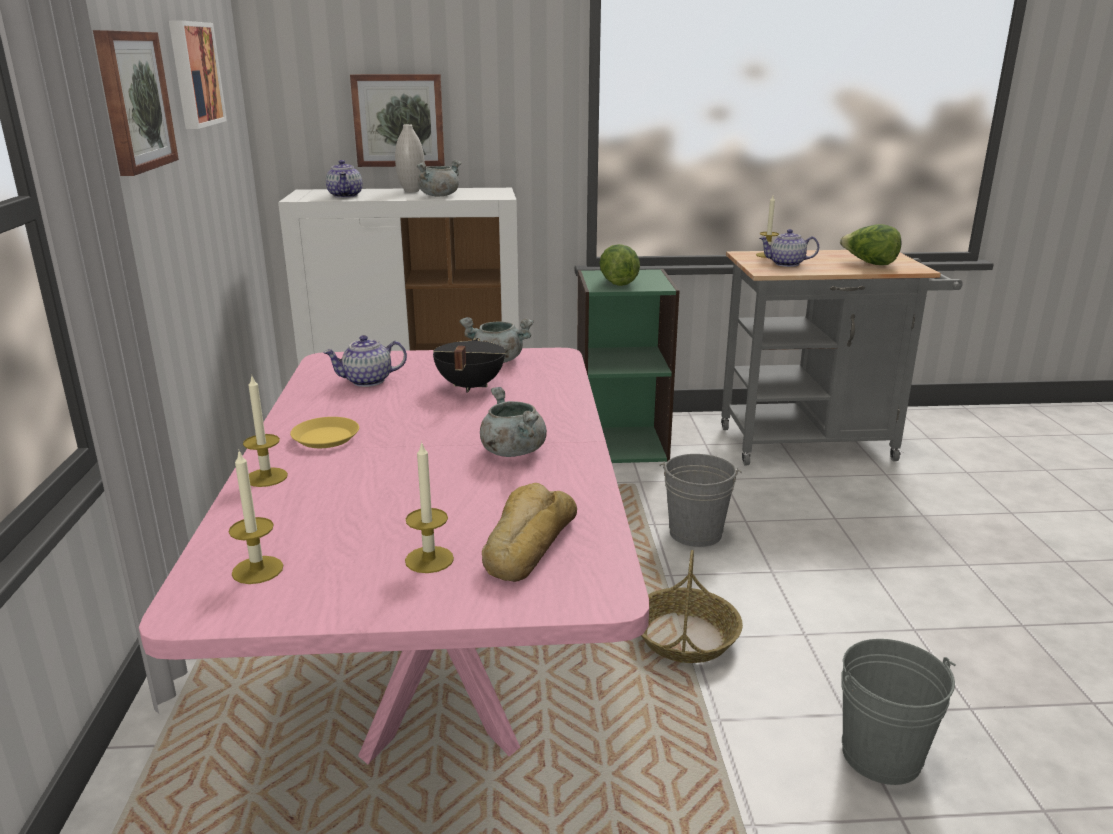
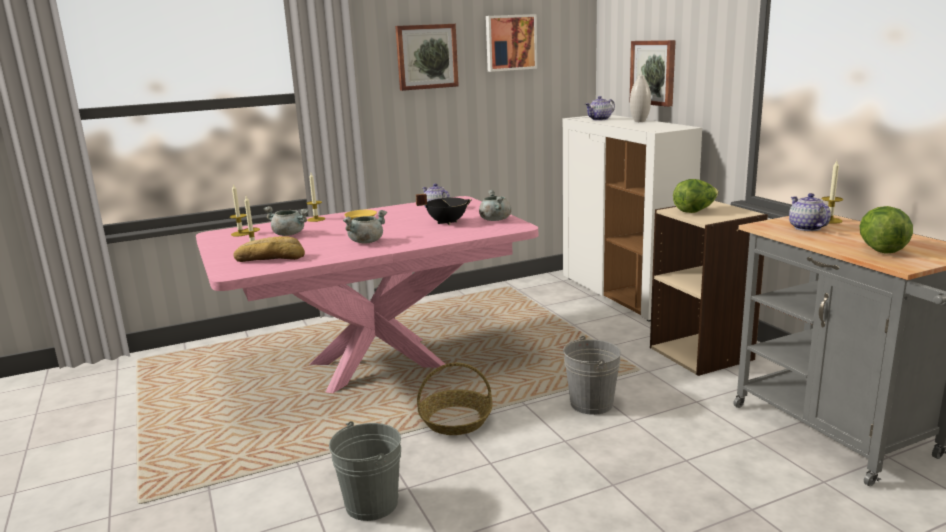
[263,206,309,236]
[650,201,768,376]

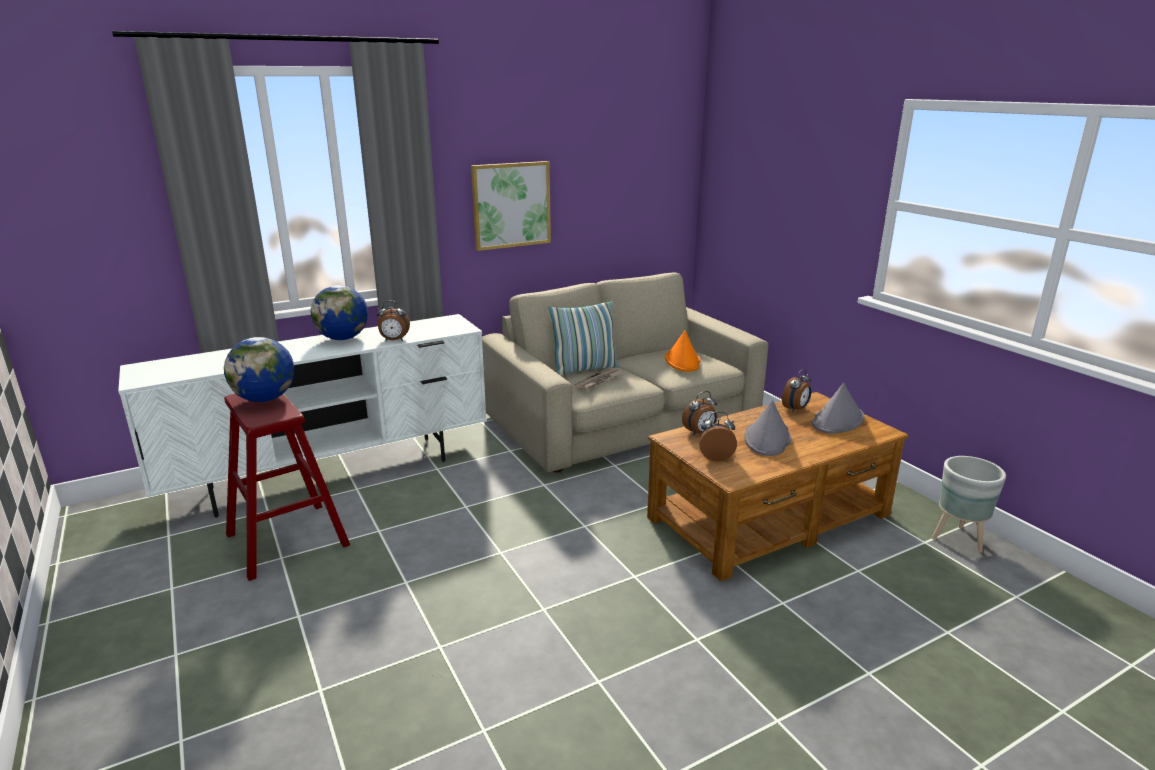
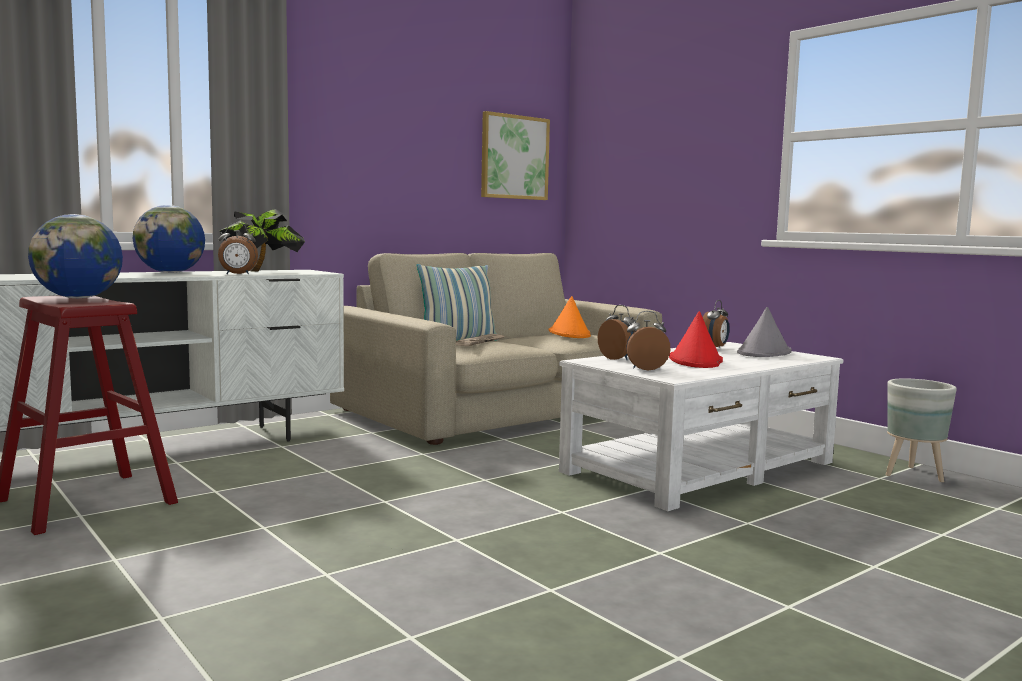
[481,111,550,200]
[598,305,636,360]
[559,342,844,511]
[669,311,723,368]
[219,209,305,272]

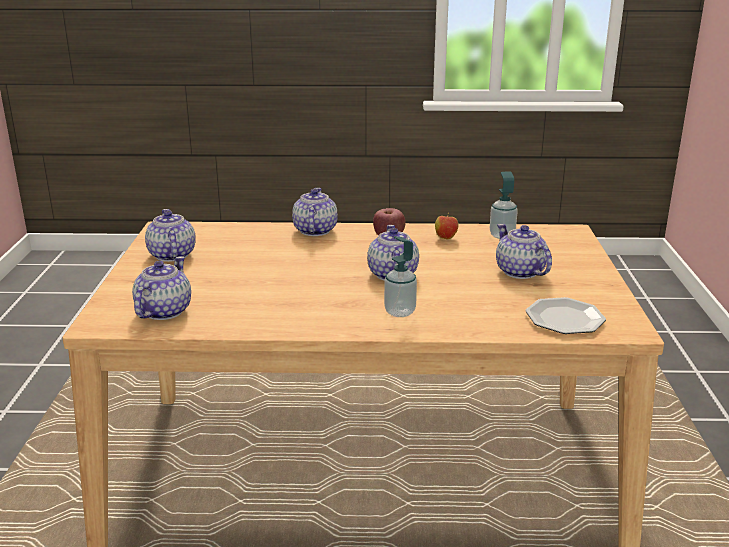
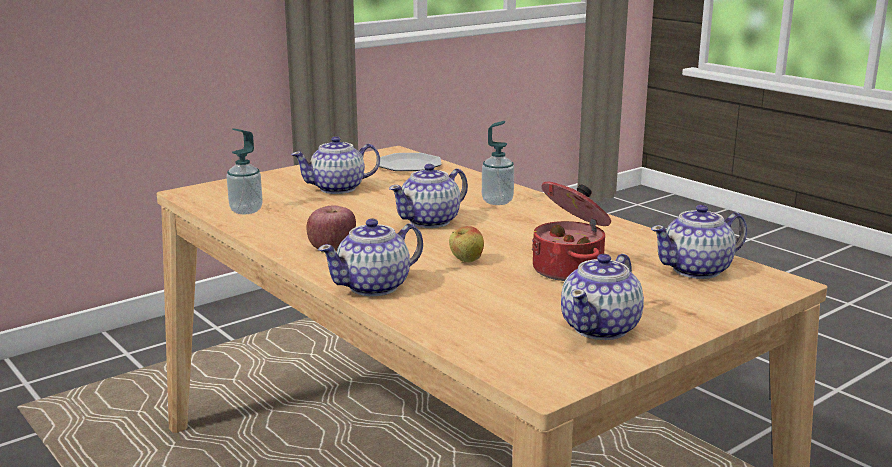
[449,226,484,262]
[291,136,380,194]
[532,181,611,281]

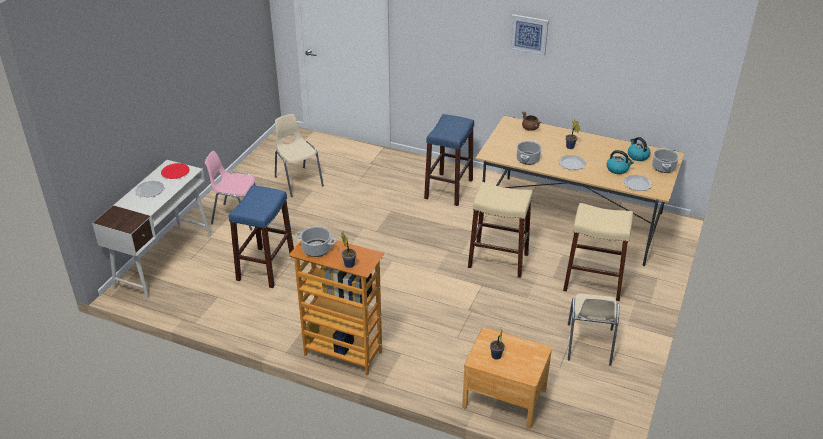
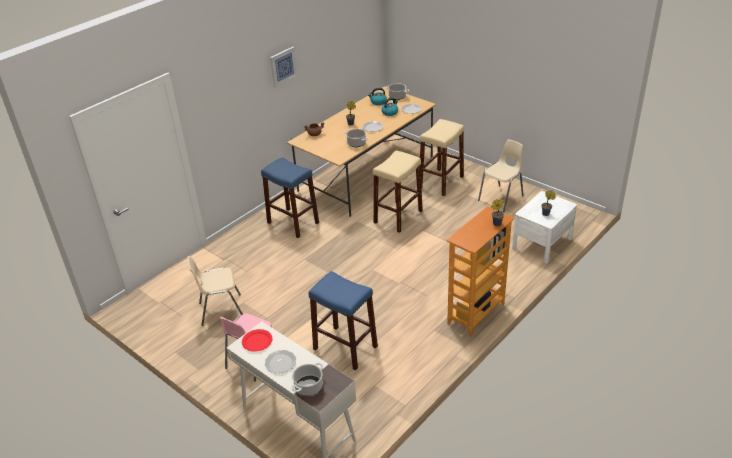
[292,363,323,396]
[478,140,524,212]
[512,191,577,264]

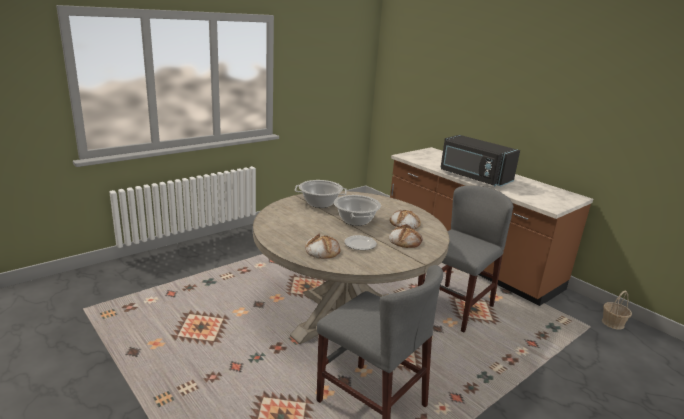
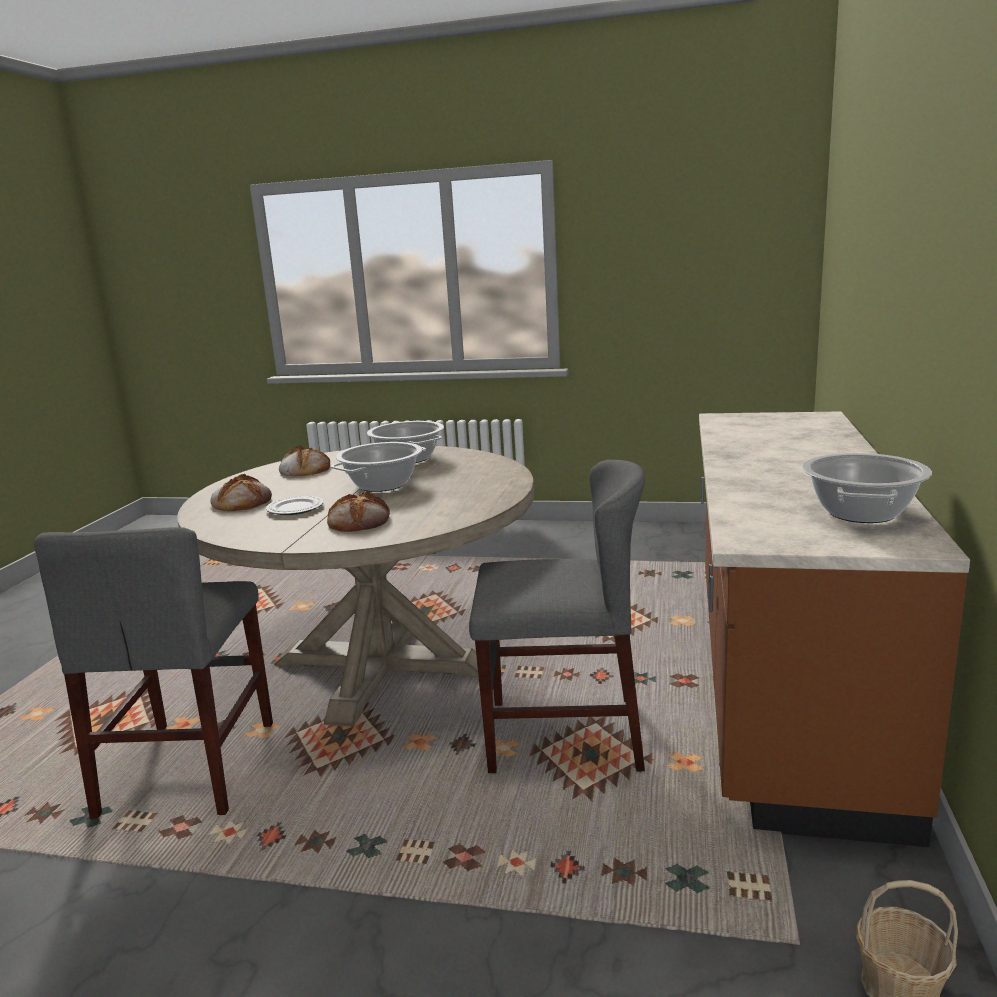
[440,135,520,186] (first image)
[279,445,330,476]
[802,453,932,523]

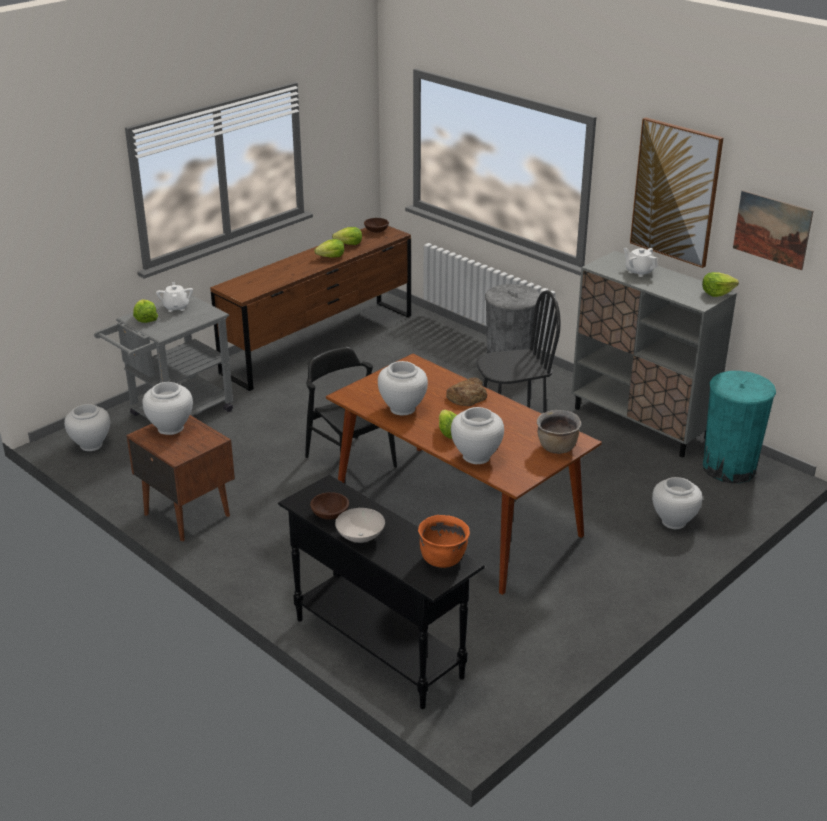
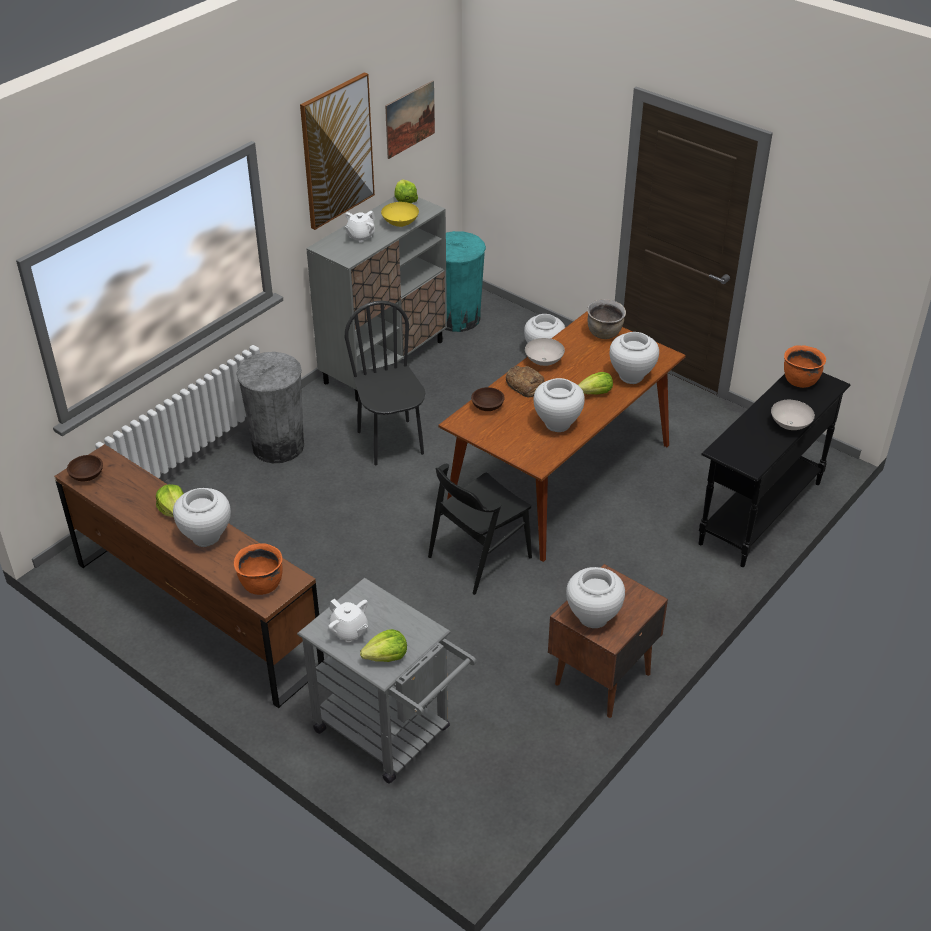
[332,227,362,245] (first image)
[328,599,368,643]
[173,488,231,547]
[471,387,505,411]
[381,202,419,227]
[525,338,565,366]
[234,543,283,595]

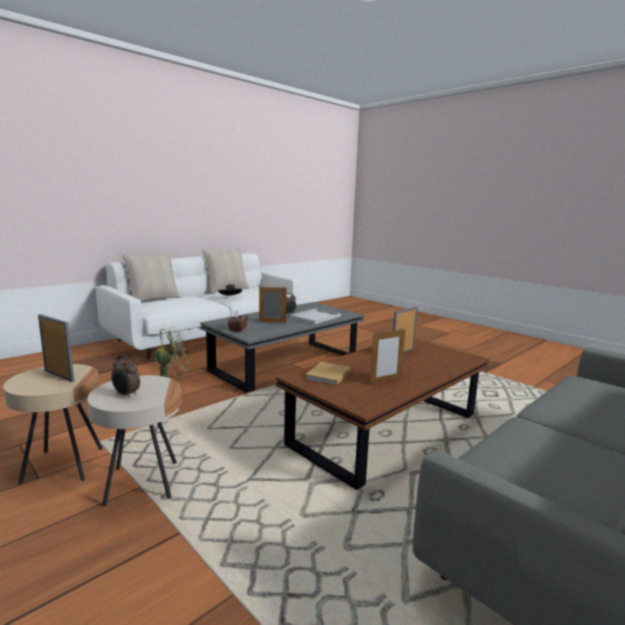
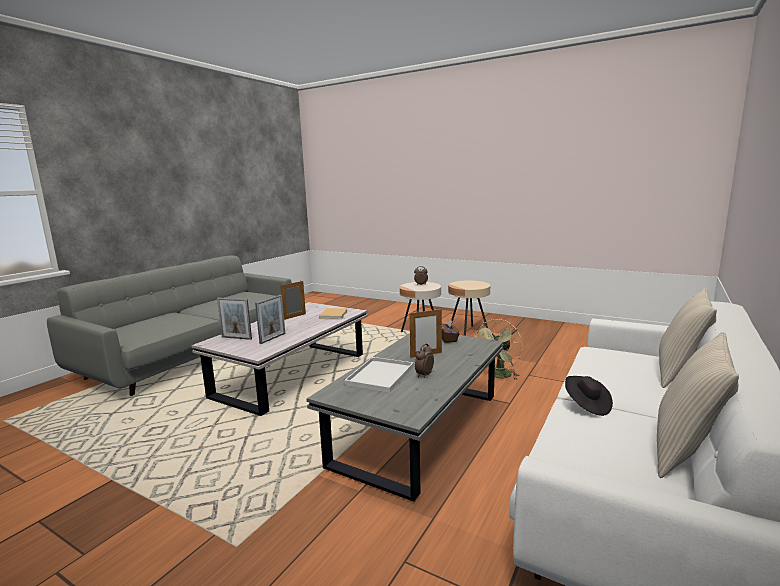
[217,298,252,340]
[192,302,368,416]

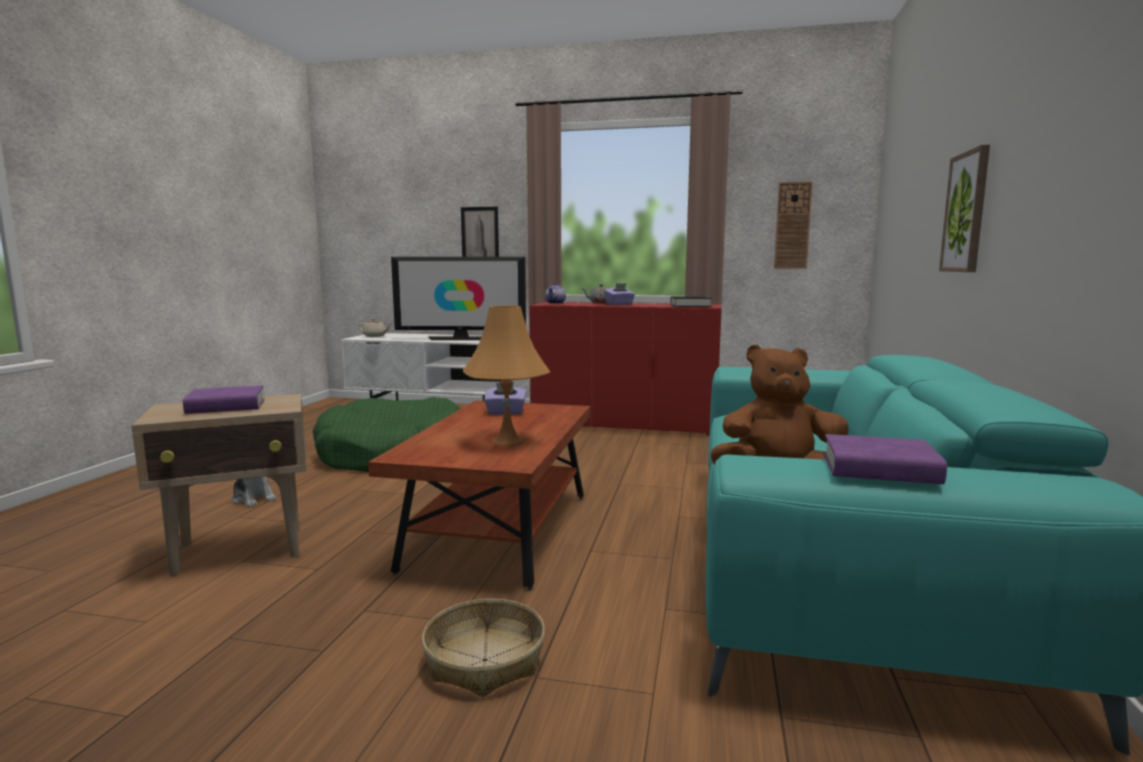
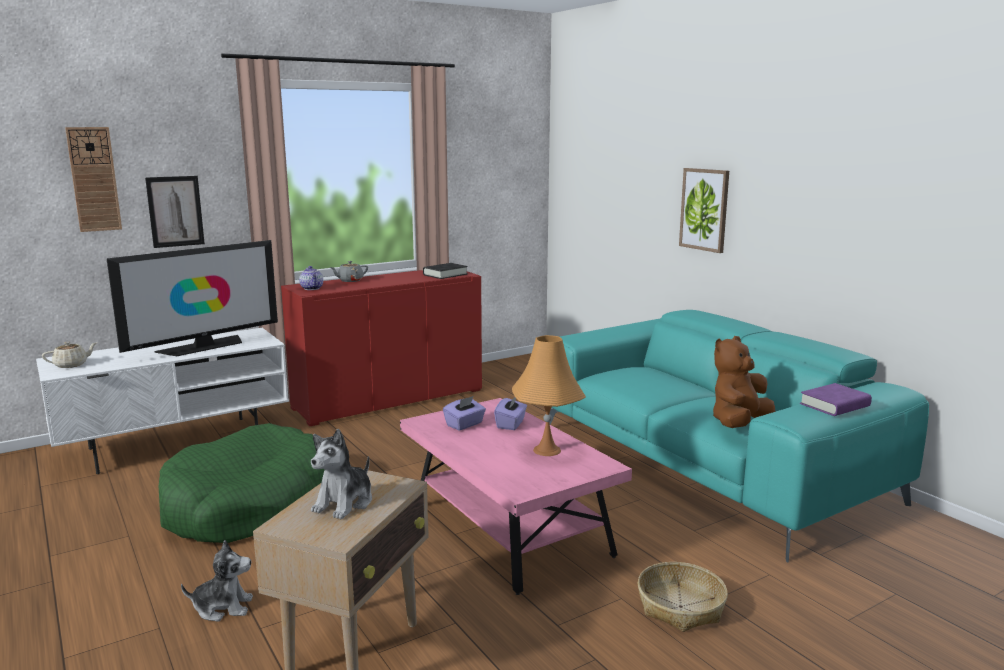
[65,127,122,232]
[494,397,527,430]
[311,429,372,520]
[400,398,632,595]

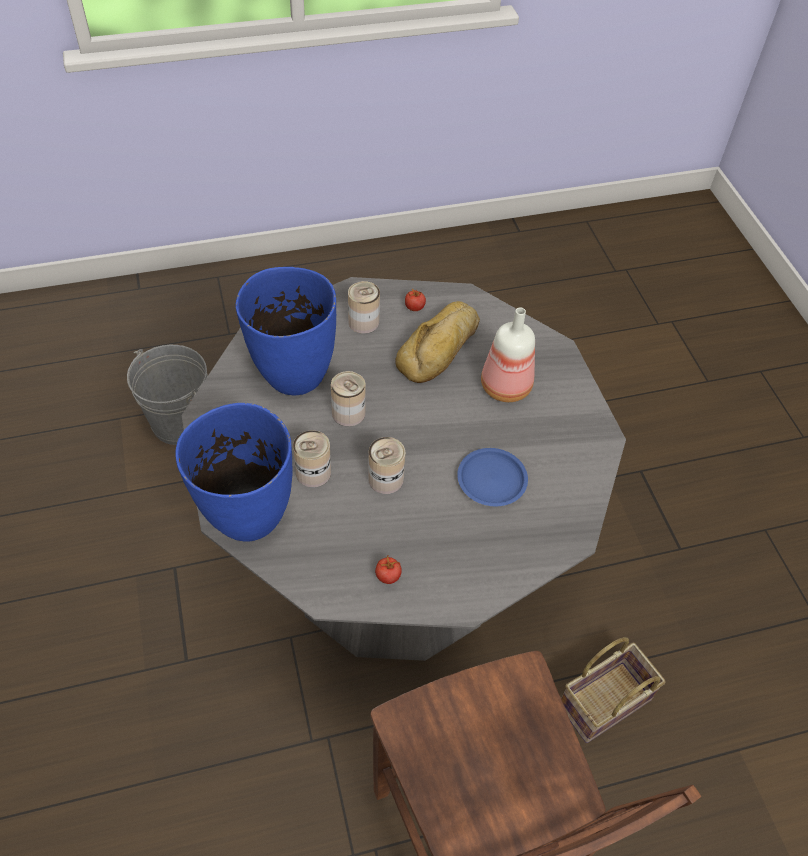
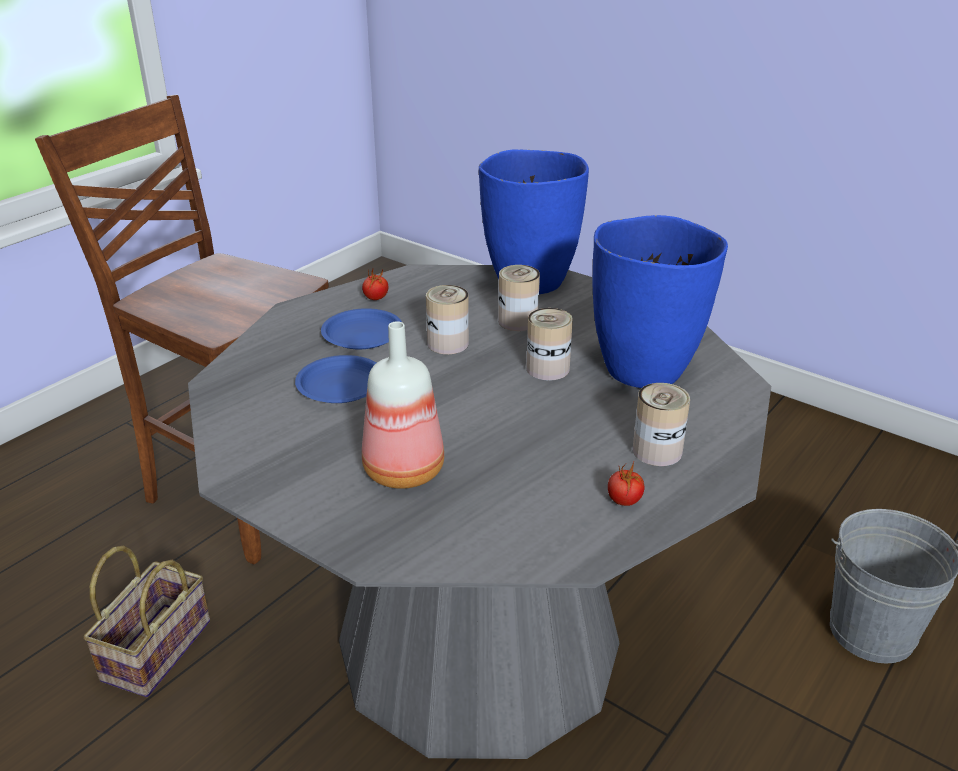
[395,301,480,383] (first image)
[321,308,402,349]

